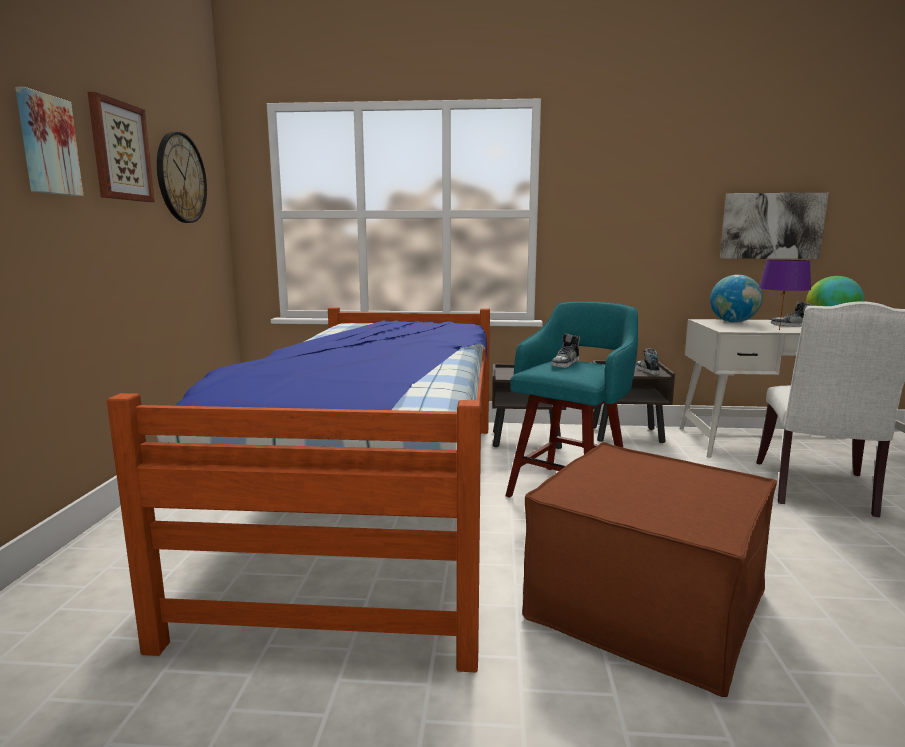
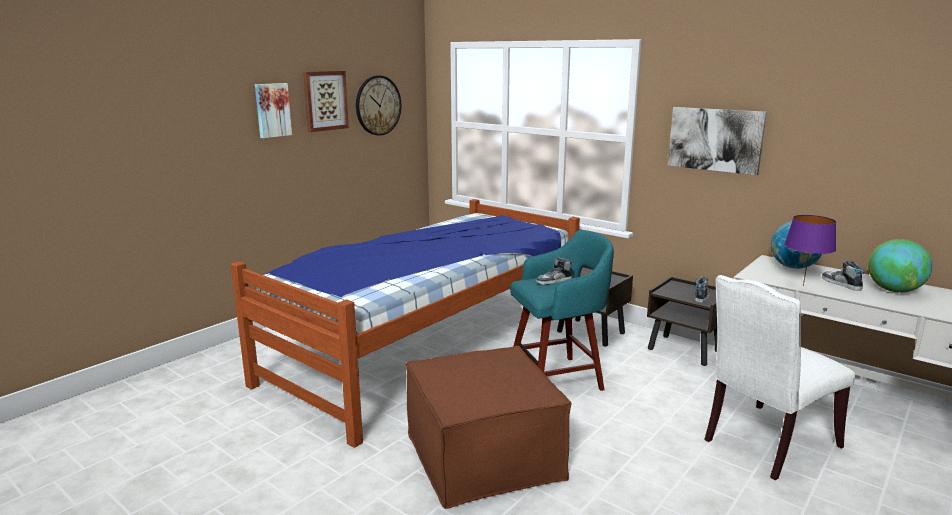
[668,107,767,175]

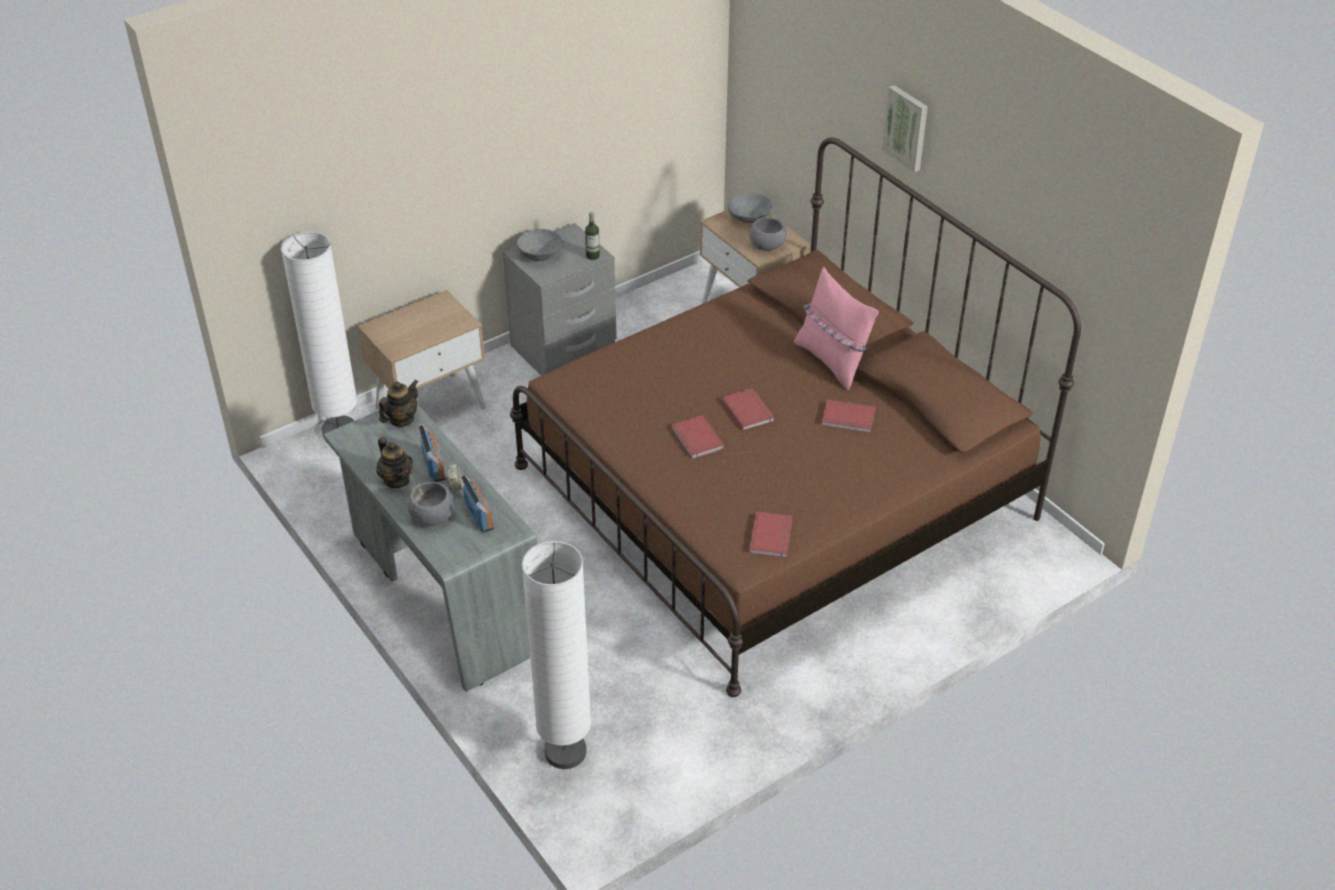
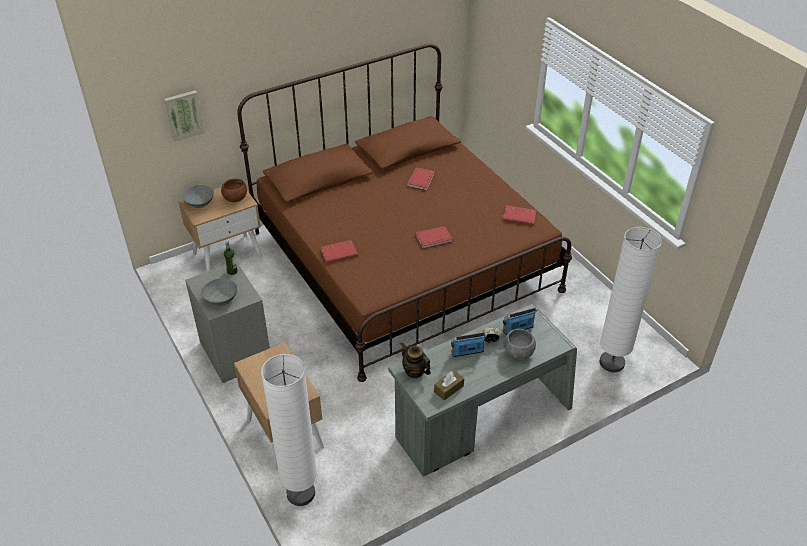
[164,90,205,142]
[221,179,247,202]
[794,267,879,391] (first image)
[321,240,358,263]
[376,437,413,488] (first image)
[434,370,464,400]

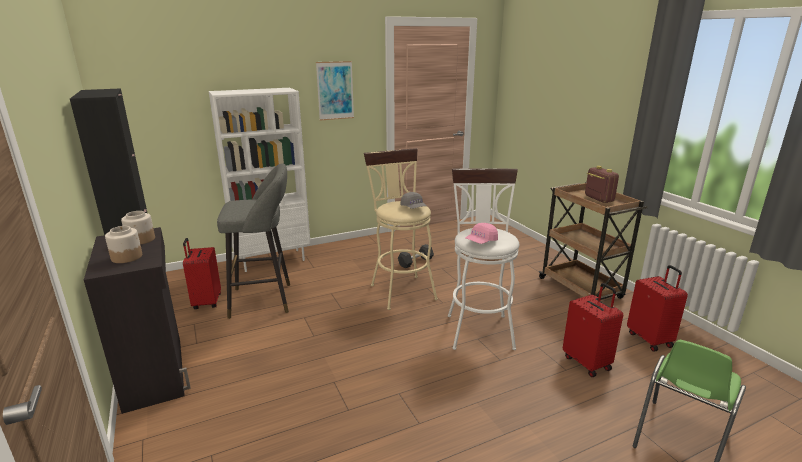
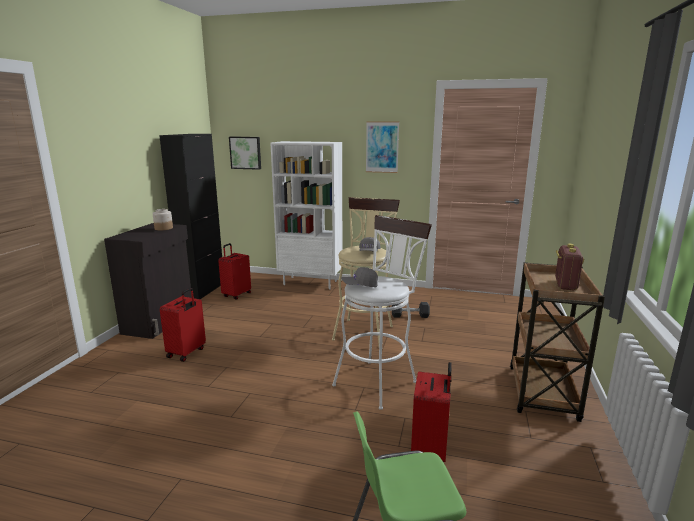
[217,163,290,319] (first image)
[341,267,378,287]
[105,226,142,263] (first image)
[160,288,206,362]
[229,137,261,170]

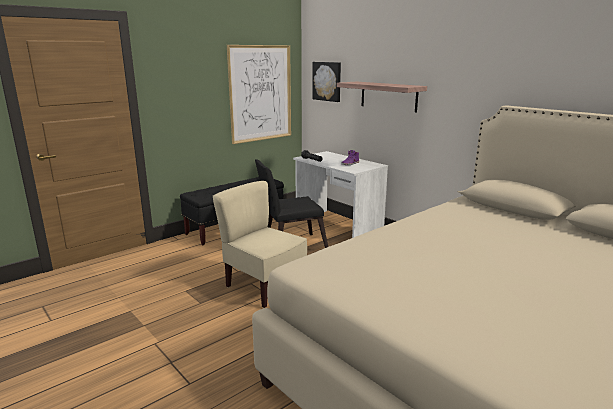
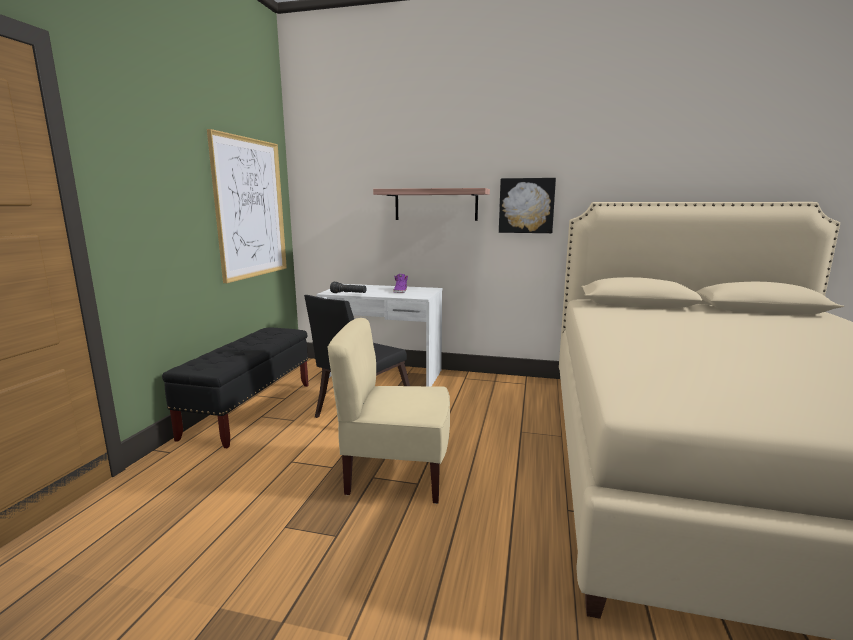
[499,178,556,233]

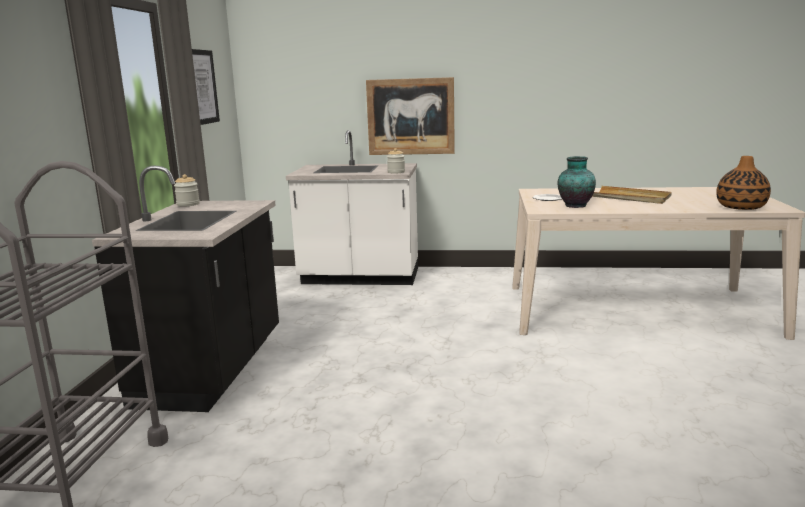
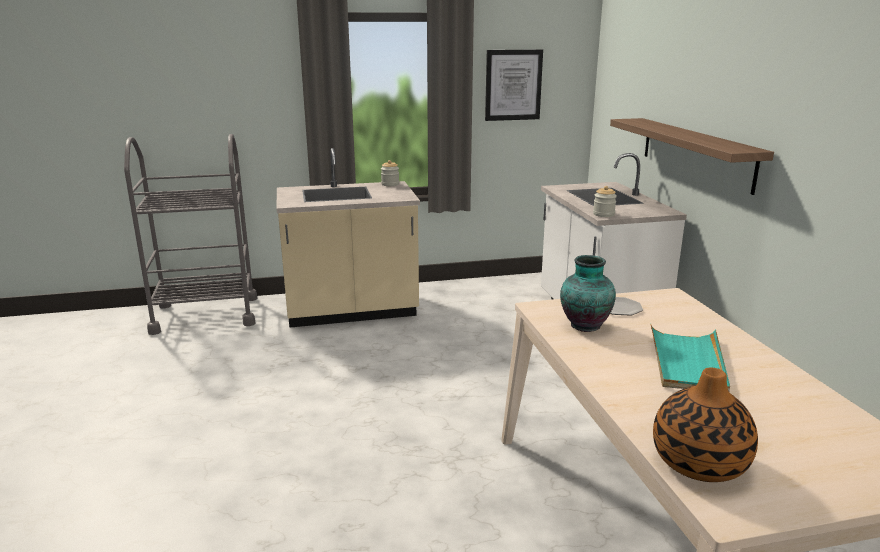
[610,118,774,195]
[276,148,420,328]
[650,324,730,391]

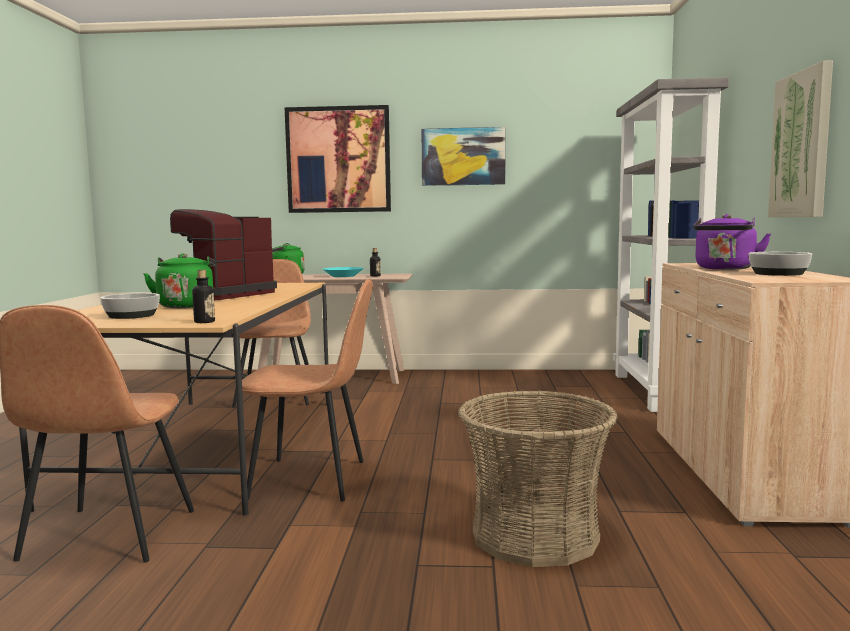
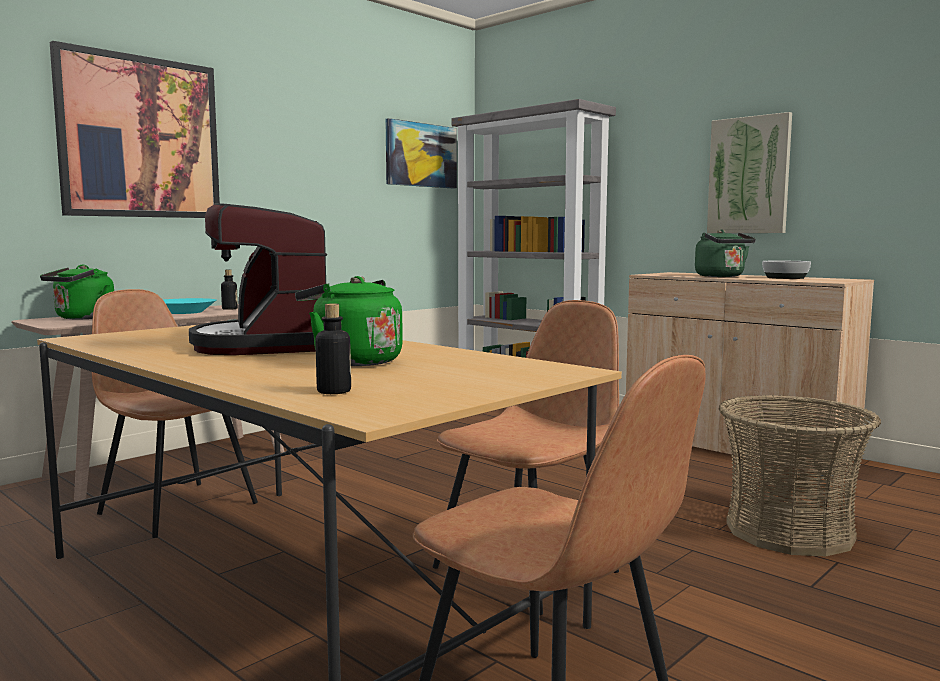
[385,118,457,189]
[695,229,756,277]
[315,303,351,394]
[100,293,160,319] (first image)

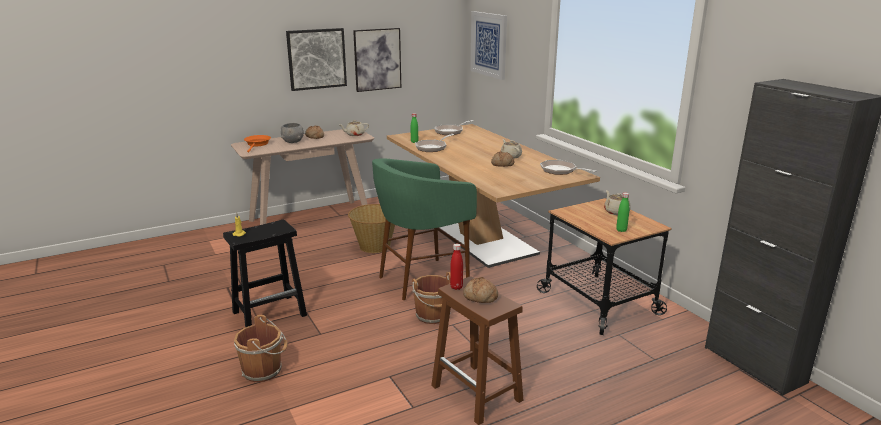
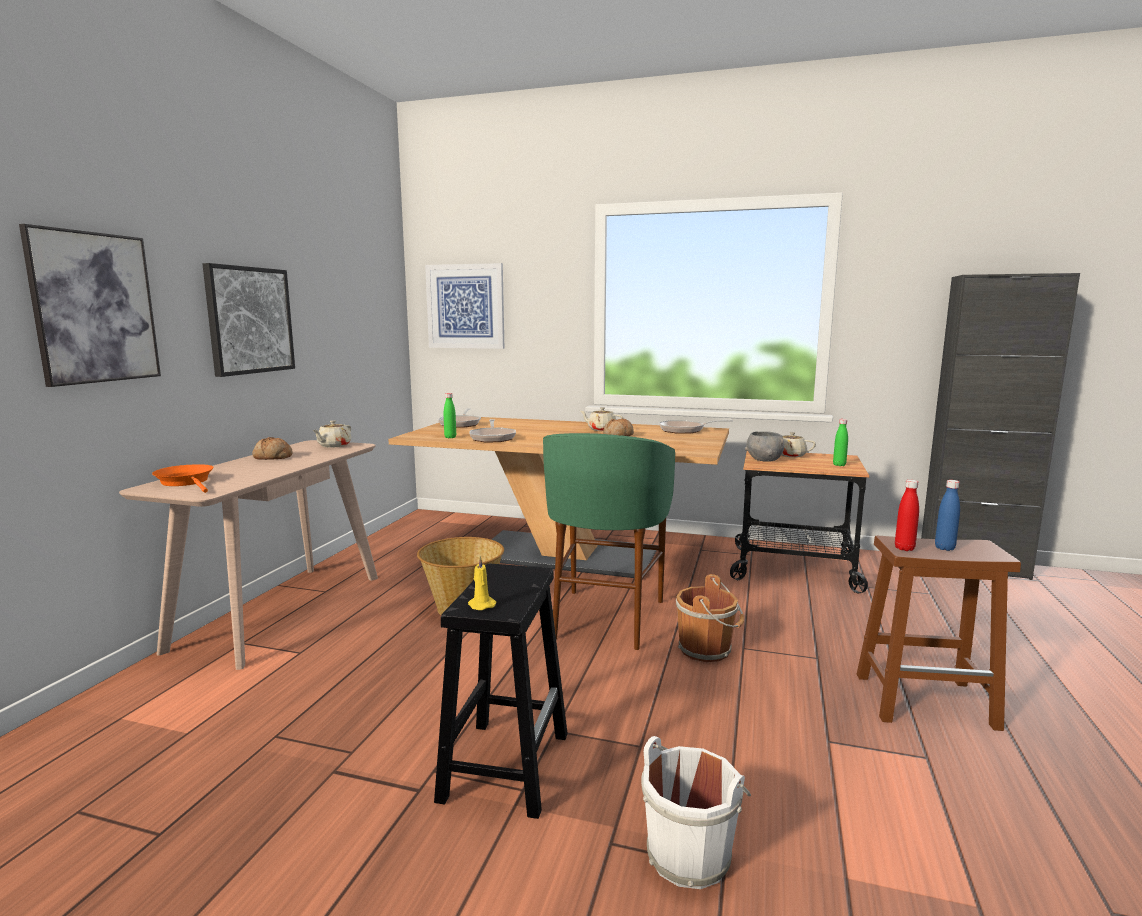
[19,224,161,387]
[745,431,784,462]
[935,480,960,551]
[641,736,751,889]

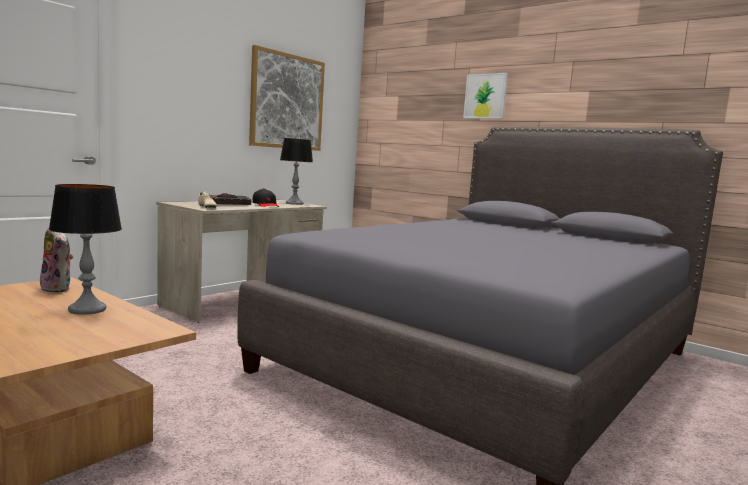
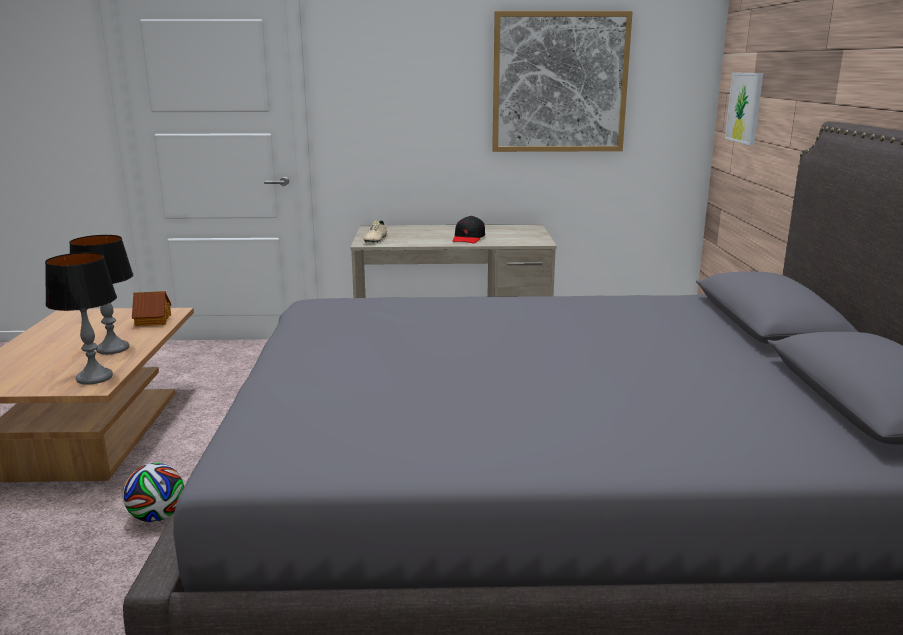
[725,73,763,145]
[45,252,117,385]
[211,193,251,205] (first image)
[132,291,171,326]
[123,463,184,522]

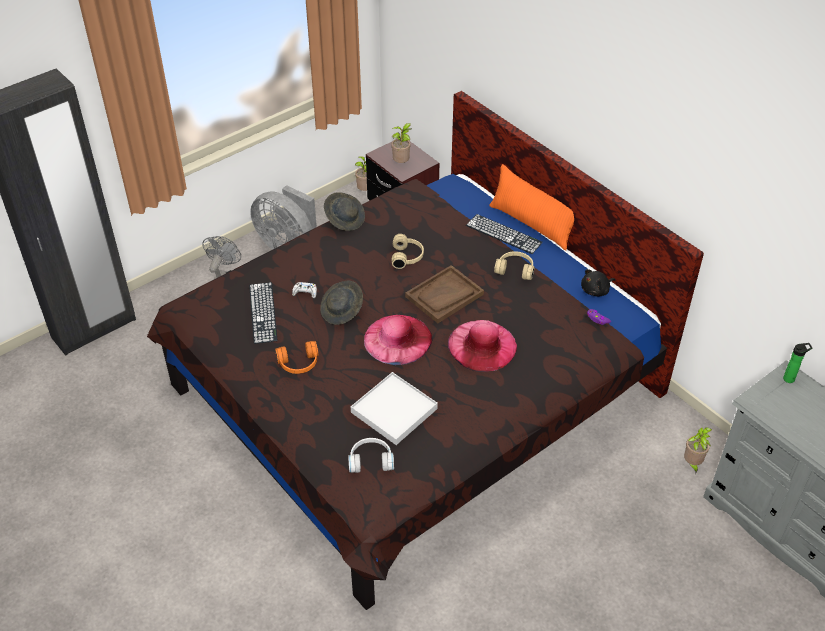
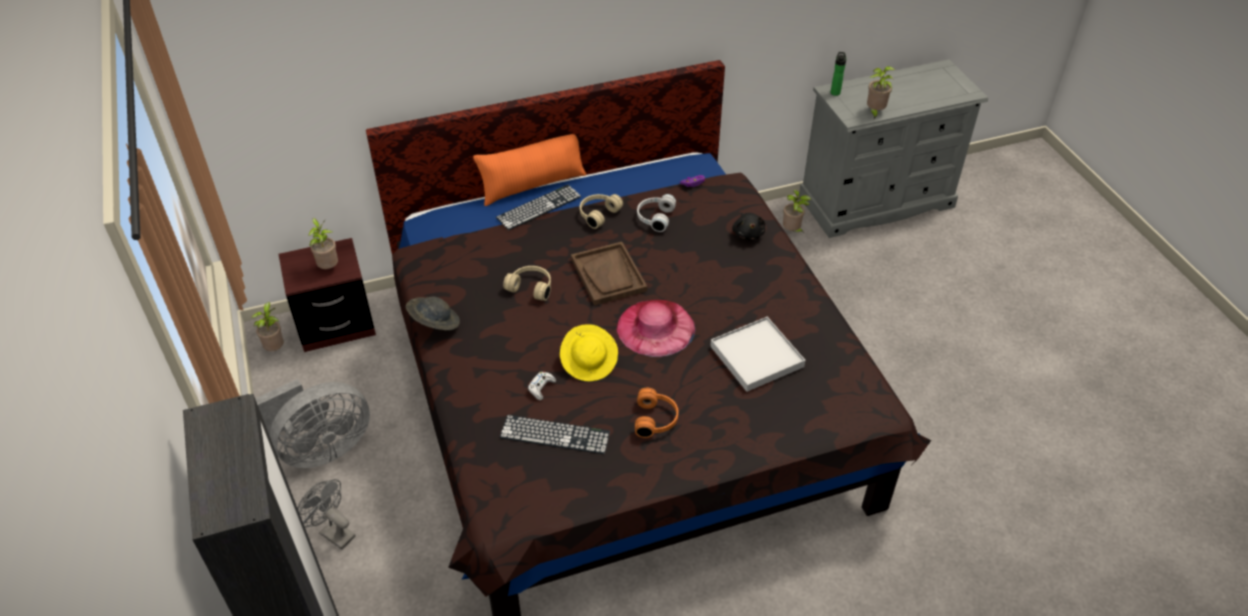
[732,213,765,240]
[560,324,618,381]
[448,320,517,372] (first image)
[637,194,676,232]
[867,66,895,119]

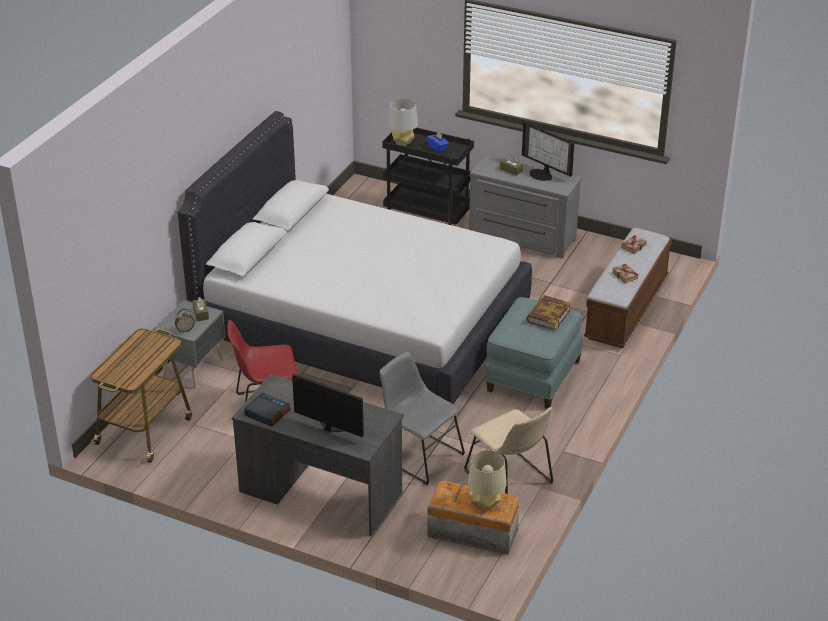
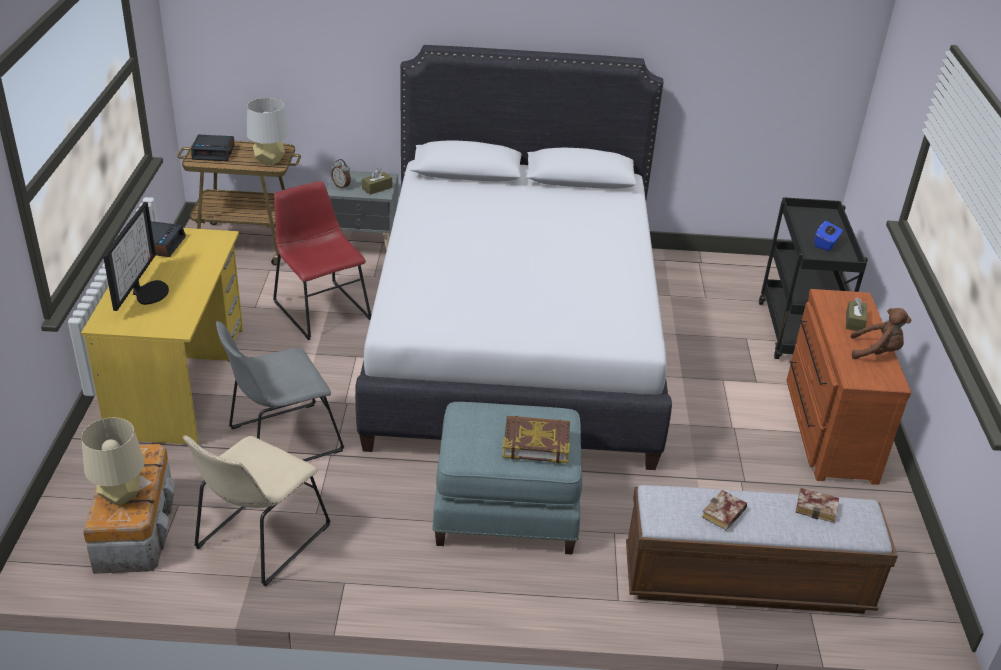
[247,98,289,166]
[850,308,911,359]
[786,289,911,485]
[216,321,344,462]
[81,228,243,444]
[191,135,235,161]

